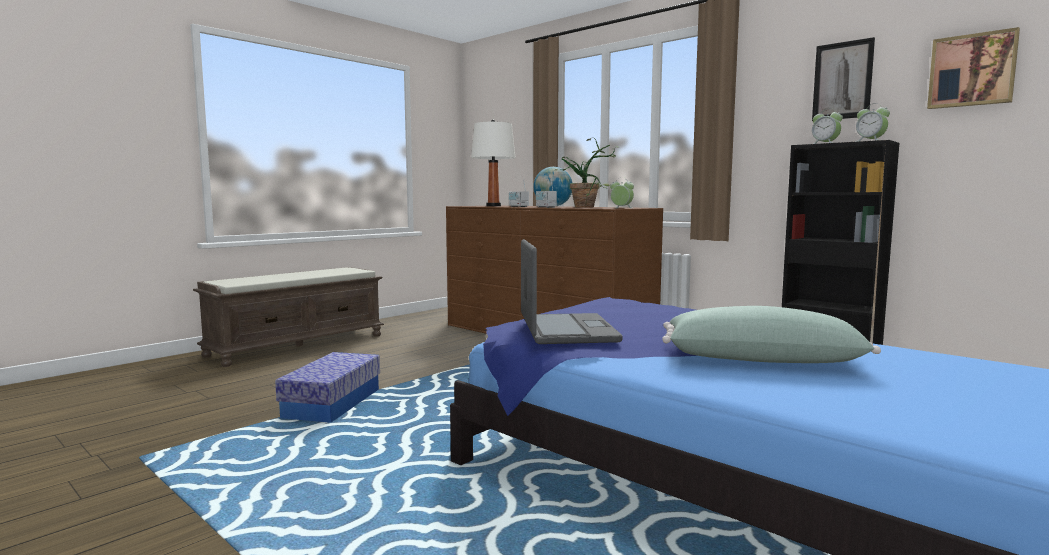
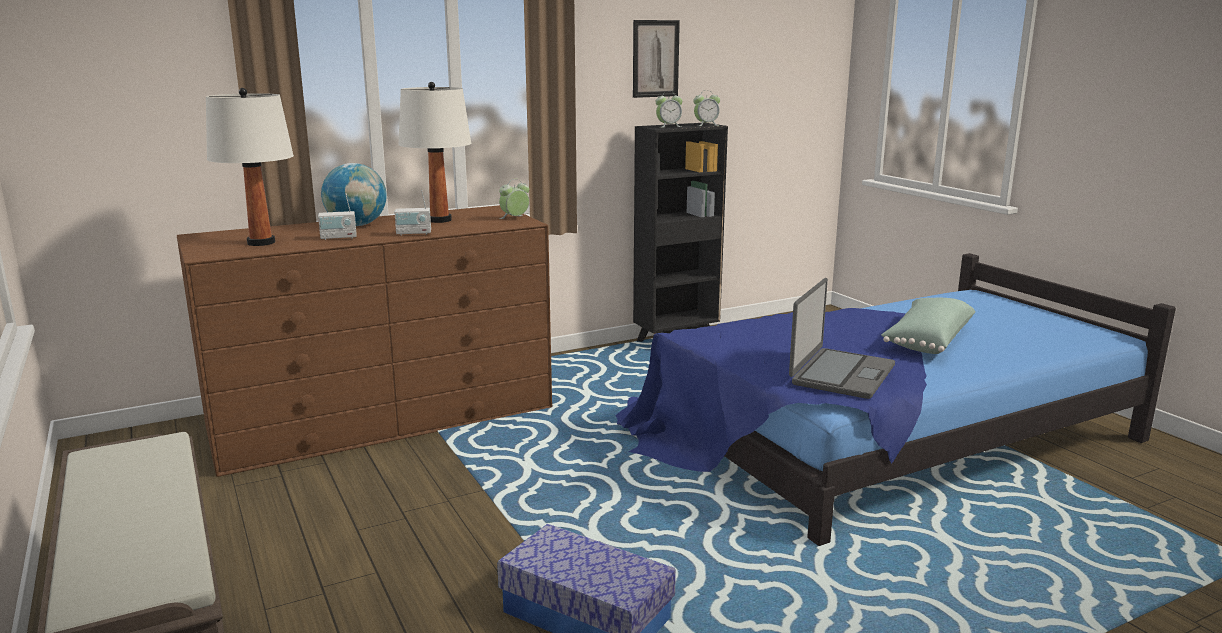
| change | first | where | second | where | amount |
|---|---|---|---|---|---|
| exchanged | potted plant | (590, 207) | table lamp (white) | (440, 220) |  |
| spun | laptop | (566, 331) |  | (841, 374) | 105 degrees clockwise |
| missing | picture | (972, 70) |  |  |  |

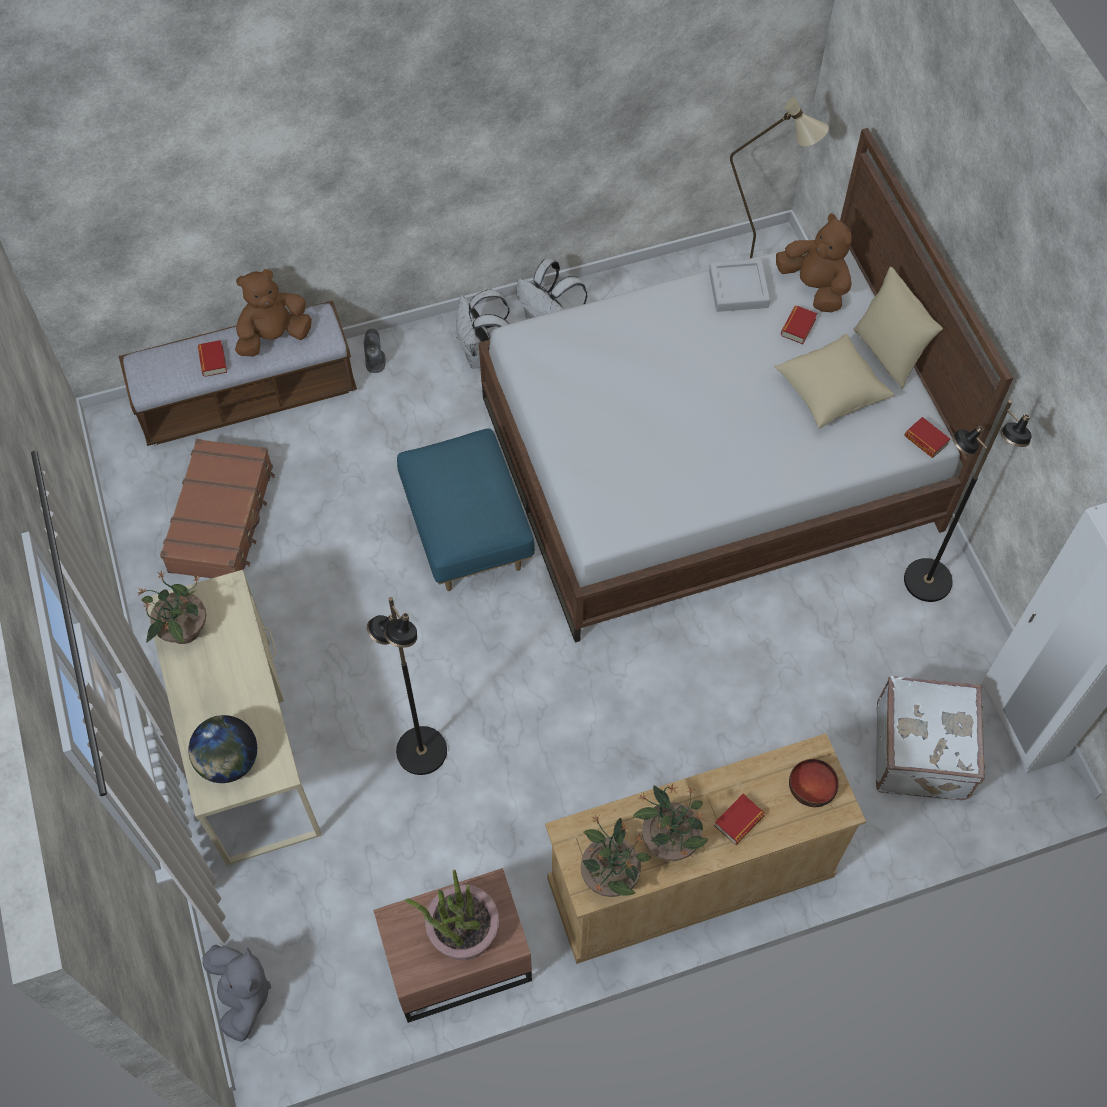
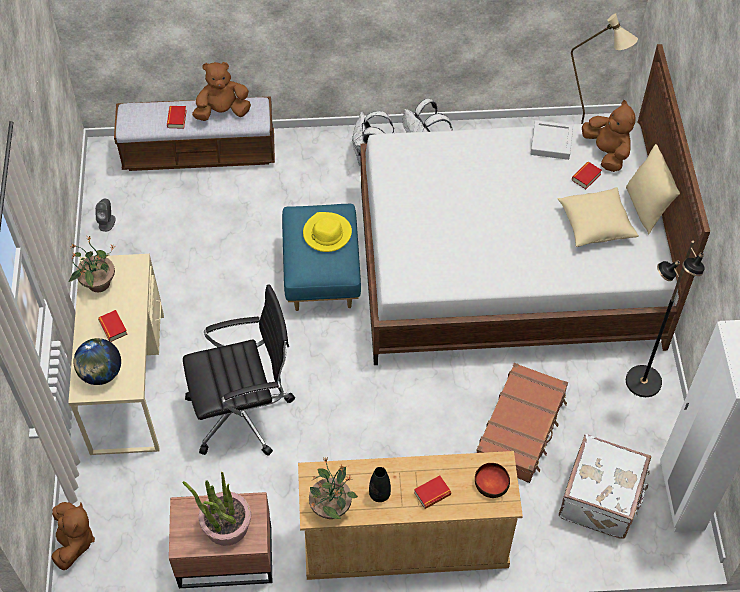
| change | first | where | second | where | amount |
|---|---|---|---|---|---|
| colour | plush toy (grey) | (242, 996) | plush toy (brown) | (74, 542) |  |
| relocated | speaker (grey) | (375, 360) |  | (107, 222) |  |
| relocated | book | (926, 440) |  | (113, 328) |  |
| exchanged | floor lamp (black) | (420, 752) | office chair (black) | (243, 412) |  |
| appeared |  |  | hat (yellow) | (326, 234) |  |
| exchanged | potted plant | (669, 839) | vase (black) | (379, 494) |  |
| relocated | suitcase (brown) | (222, 518) |  | (521, 428) |  |

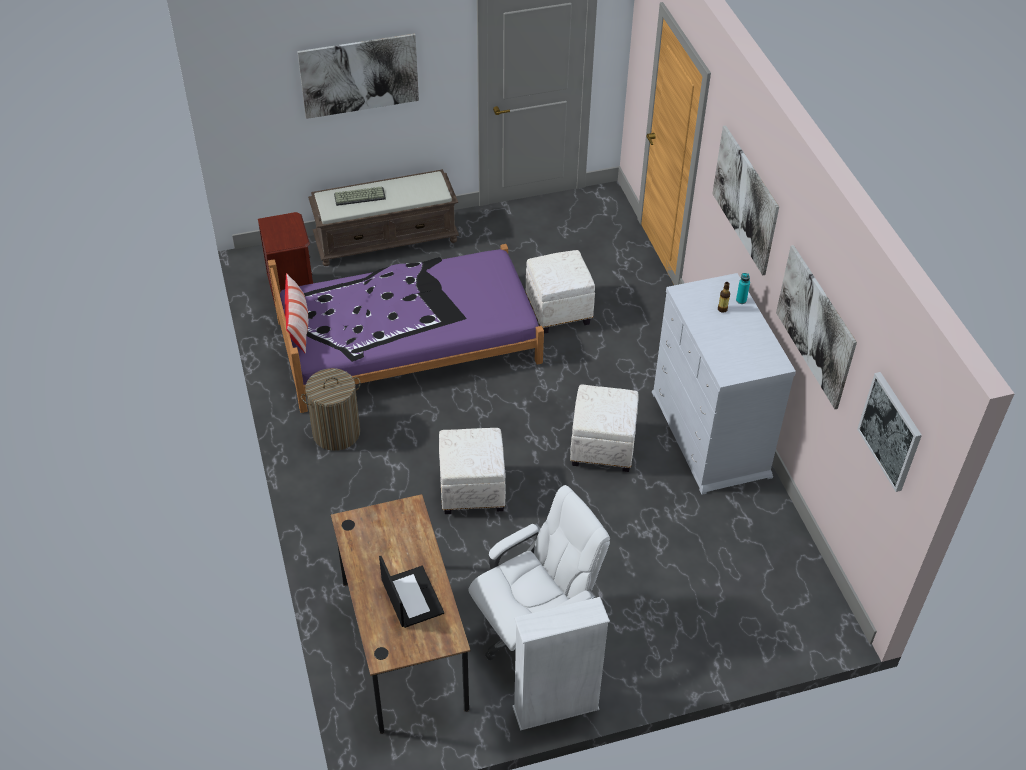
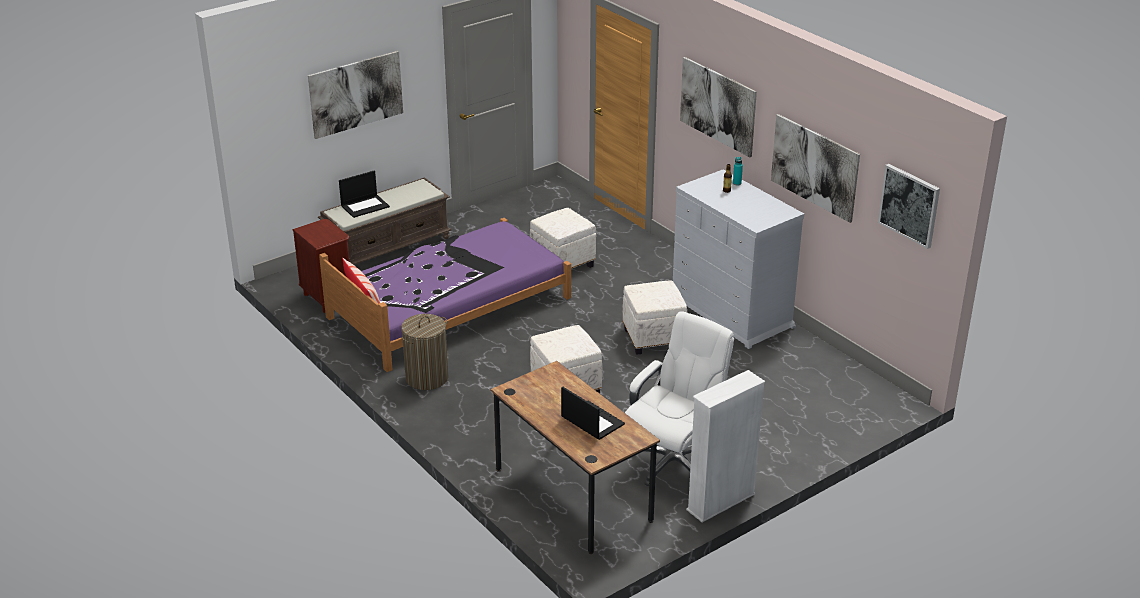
| change | first | where | second | where | amount |
|---|---|---|---|---|---|
| exchanged | keyboard | (360, 196) | laptop | (365, 206) |  |

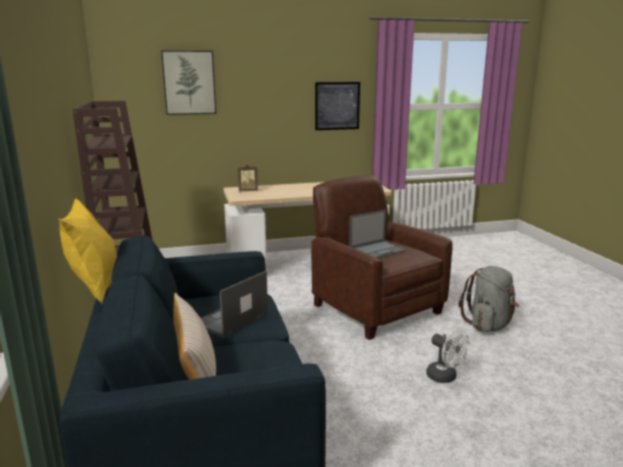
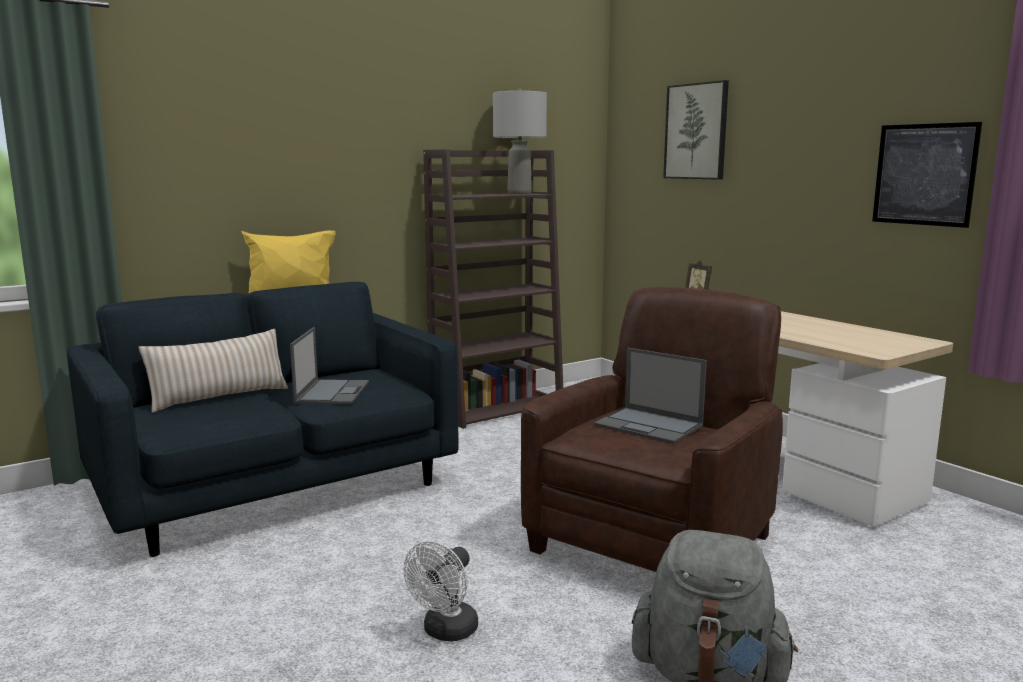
| change | first | where | second | where | amount |
|---|---|---|---|---|---|
| spun | laptop | (229, 320) |  | (332, 392) | 75 degrees clockwise |
| appeared |  |  | table lamp (grey) | (519, 193) |  |

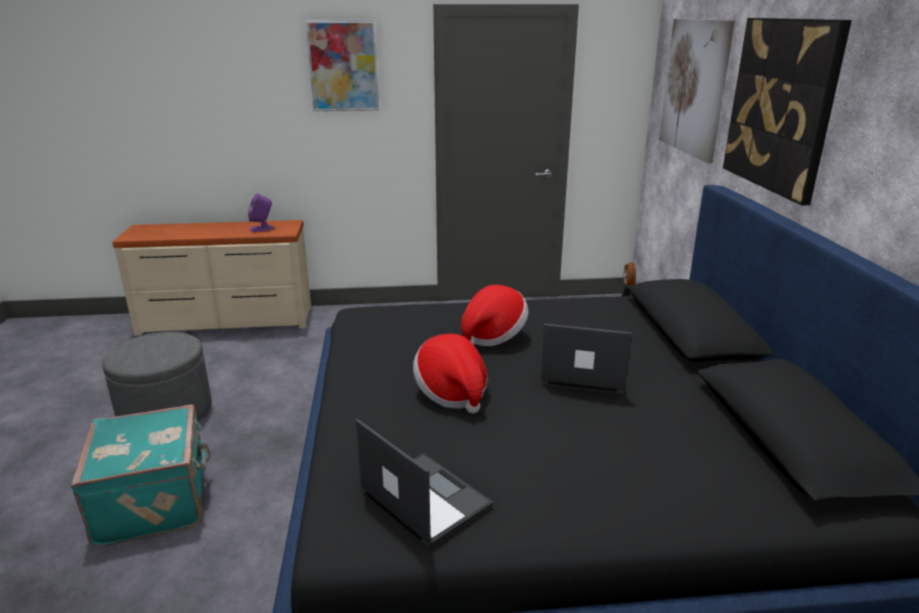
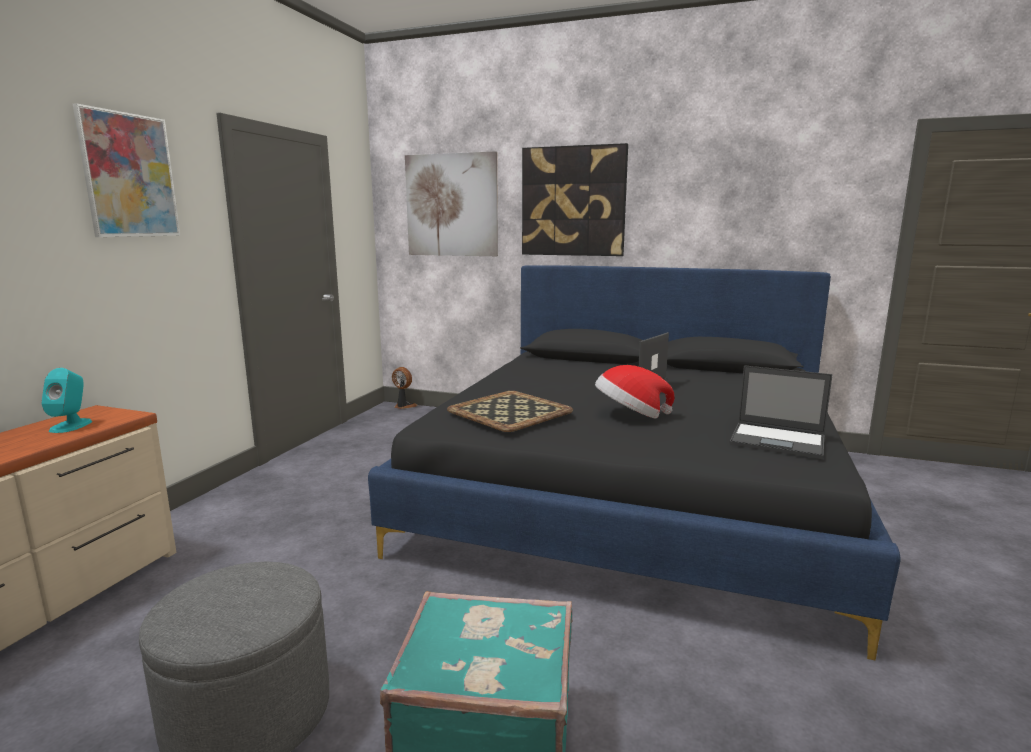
| change | first | where | second | where | amount |
|---|---|---|---|---|---|
| colour | speaker (purple) | (262, 228) | speaker (turquoise) | (71, 426) |  |
| appeared |  |  | tray | (510, 411) |  |
| spun | laptop | (423, 498) |  | (778, 441) | 135 degrees counterclockwise |
| missing | hat | (493, 335) |  |  |  |

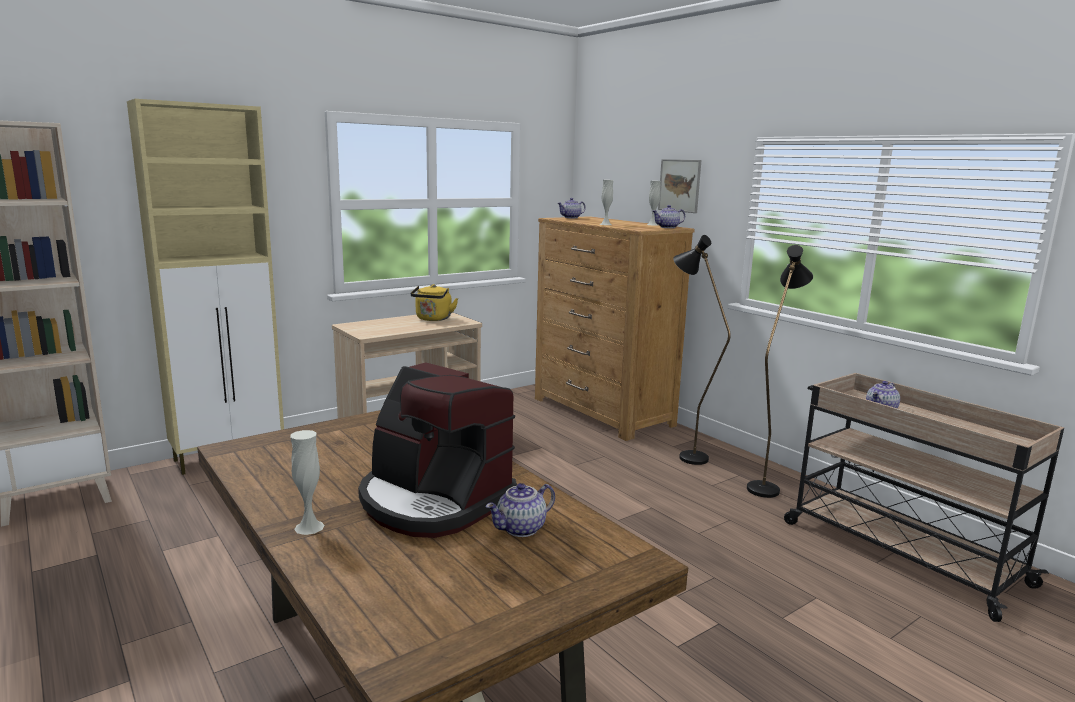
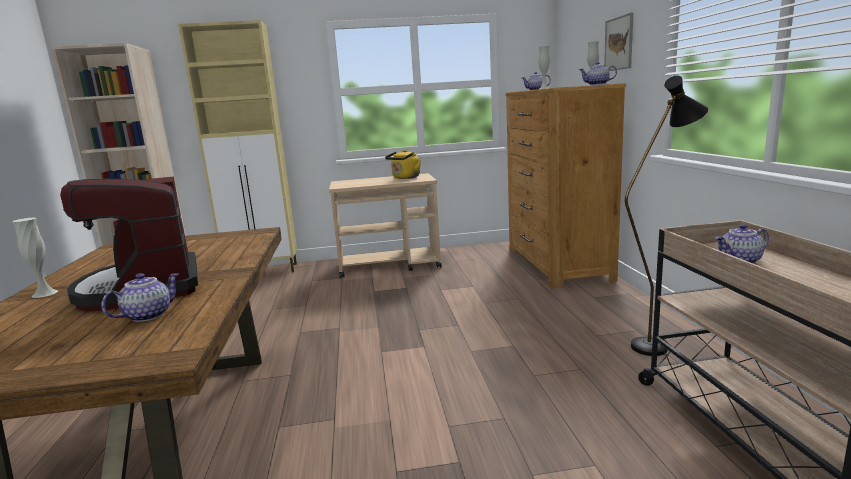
| change | first | where | second | where | amount |
|---|---|---|---|---|---|
| spun | teapot | (521, 529) |  | (148, 315) | 135 degrees clockwise |
| missing | floor lamp (black) | (685, 455) |  |  |  |

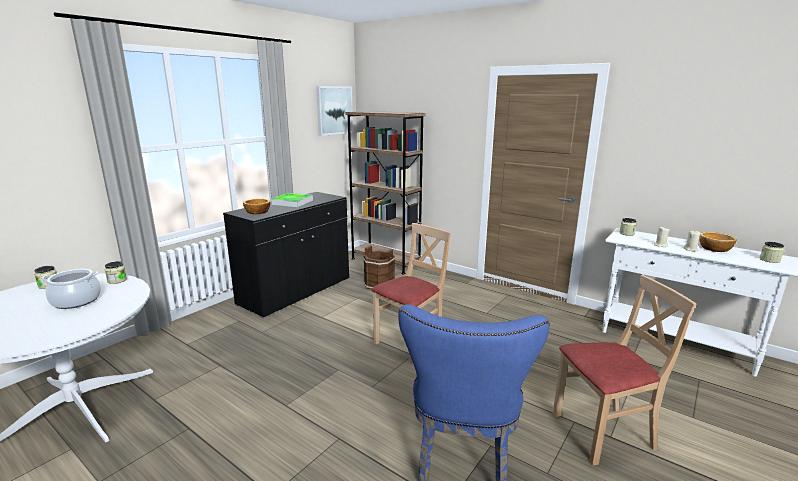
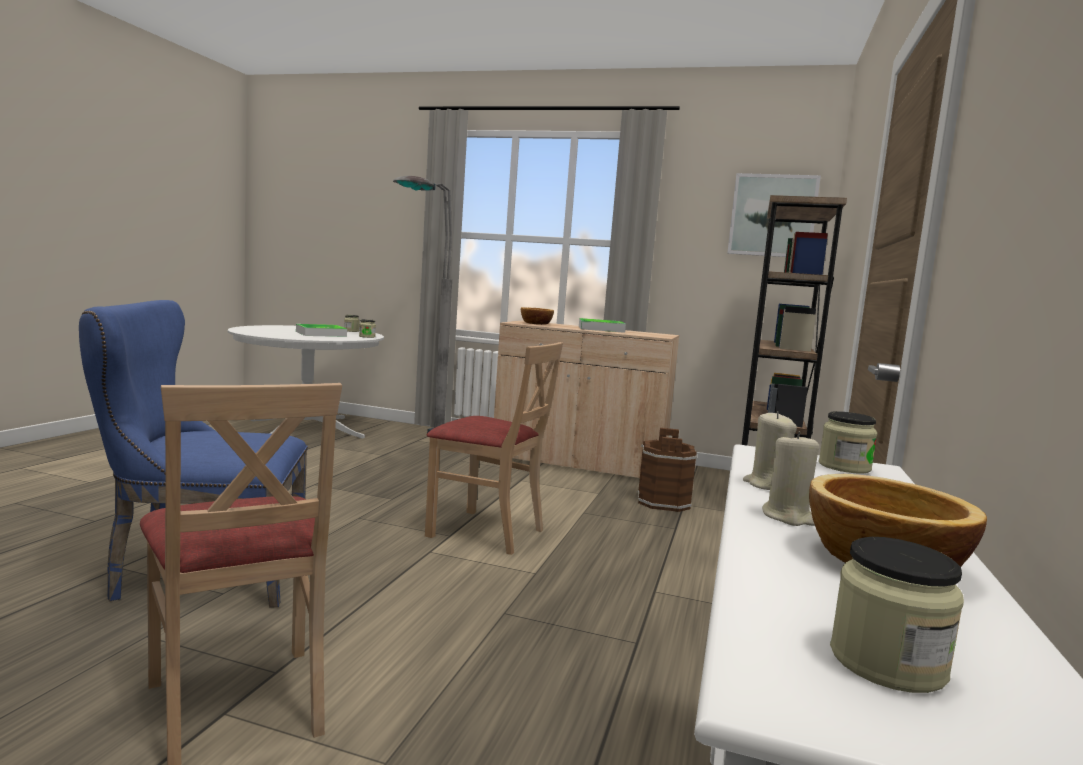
| change | first | where | second | where | amount |
|---|---|---|---|---|---|
| exchanged | cooking pot | (76, 301) | tray | (321, 334) |  |
| appeared |  |  | floor lamp (grey) | (413, 440) |  |
| colour | cabinet (black) | (296, 292) | cabinet (beige) | (579, 463) |  |

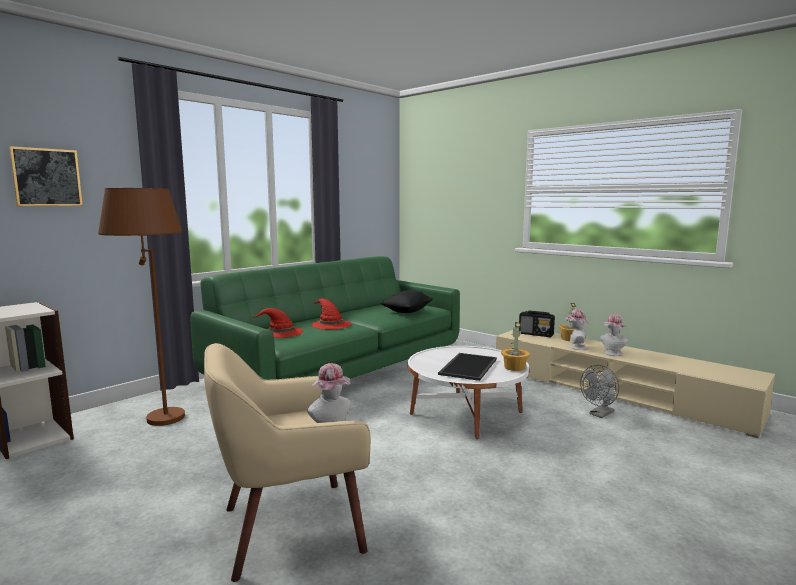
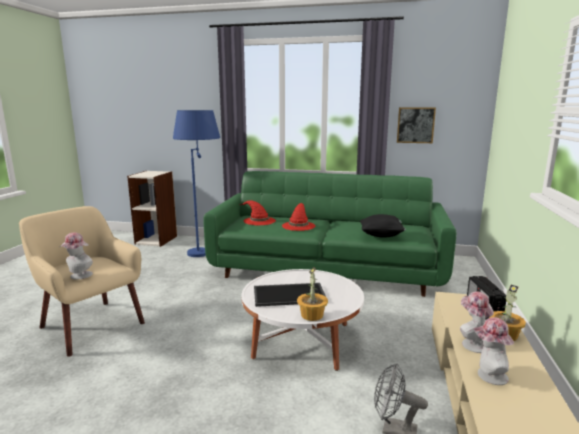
| change | first | where | second | where | amount |
|---|---|---|---|---|---|
| colour | floor lamp (brown) | (157, 412) | floor lamp (blue) | (203, 249) |  |
| relocated | picture | (46, 177) |  | (415, 125) |  |

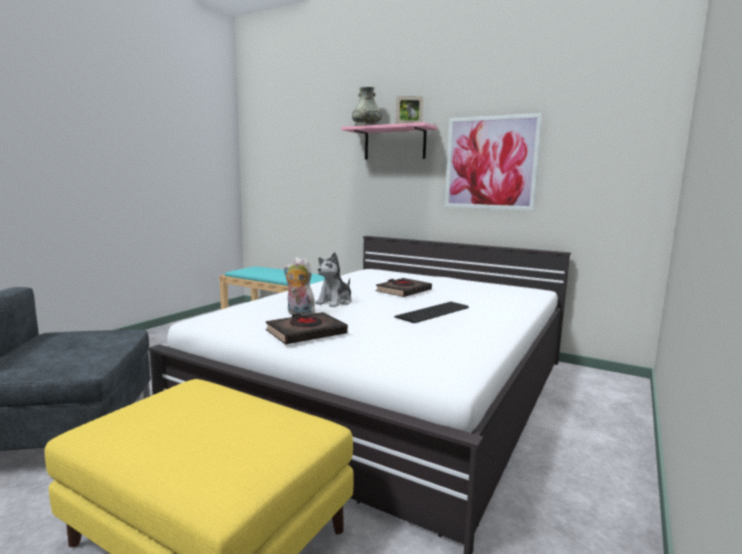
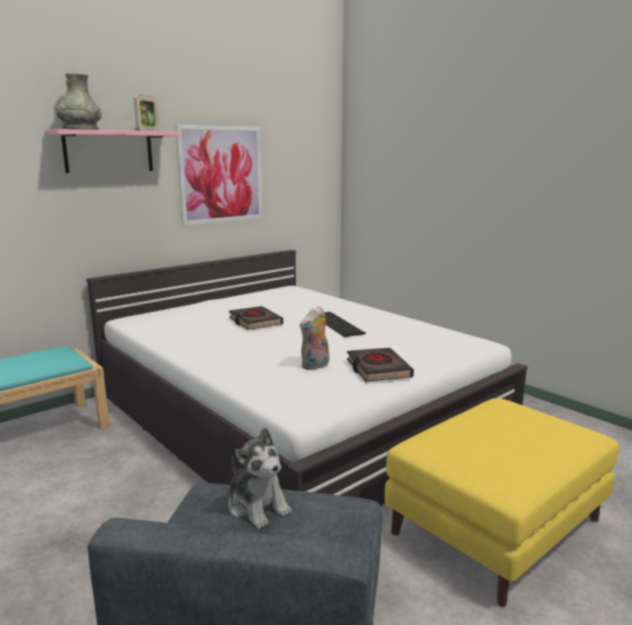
| change | first | where | second | where | amount |
|---|---|---|---|---|---|
| relocated | plush toy | (335, 302) |  | (257, 506) |  |

